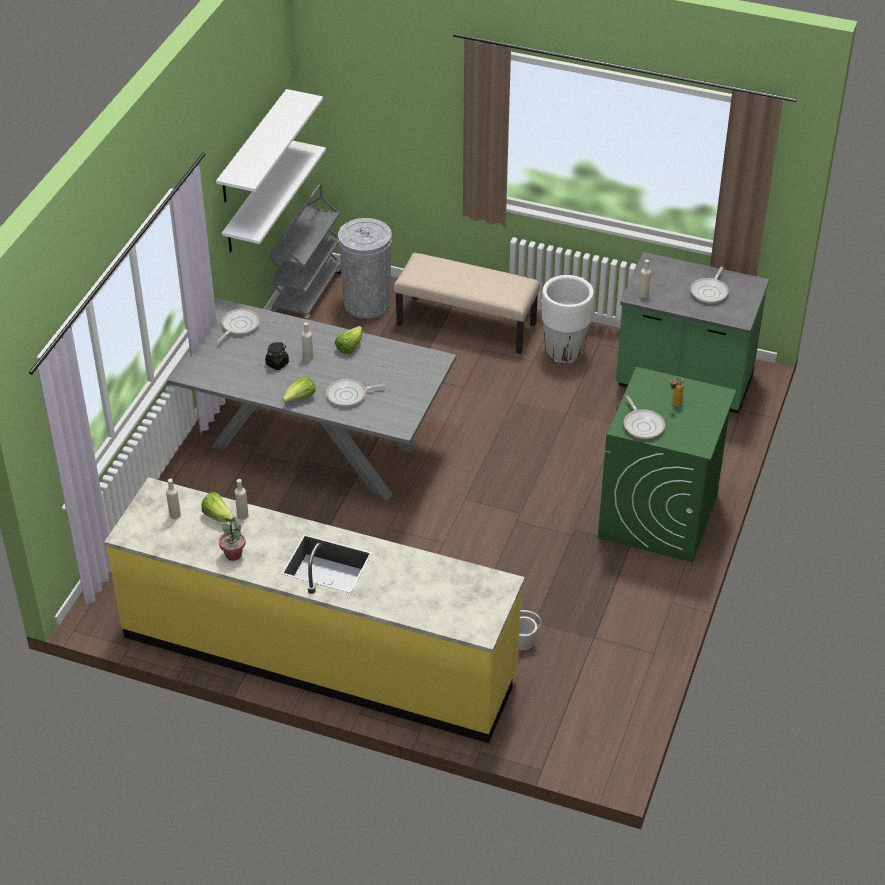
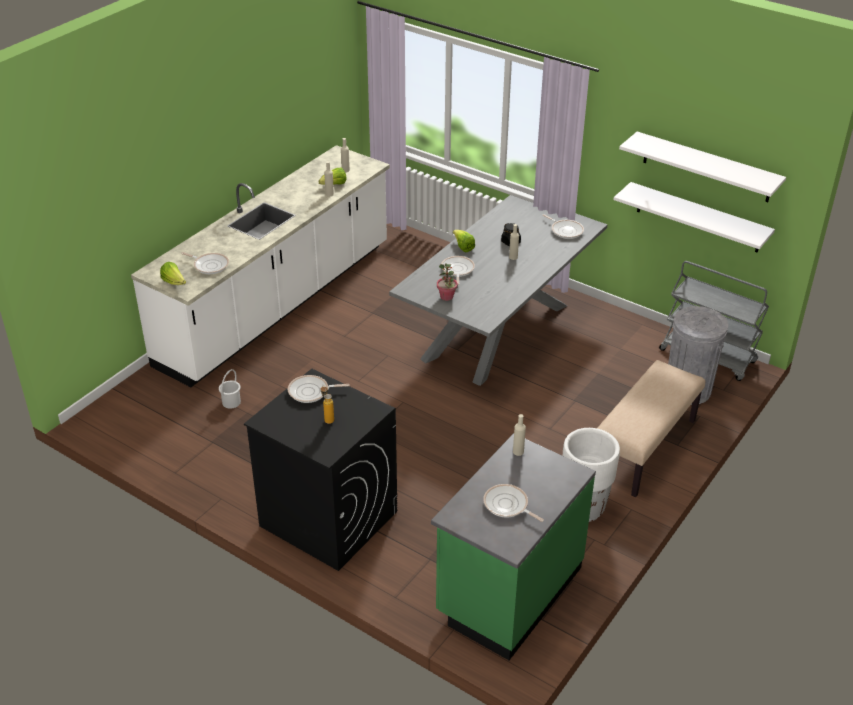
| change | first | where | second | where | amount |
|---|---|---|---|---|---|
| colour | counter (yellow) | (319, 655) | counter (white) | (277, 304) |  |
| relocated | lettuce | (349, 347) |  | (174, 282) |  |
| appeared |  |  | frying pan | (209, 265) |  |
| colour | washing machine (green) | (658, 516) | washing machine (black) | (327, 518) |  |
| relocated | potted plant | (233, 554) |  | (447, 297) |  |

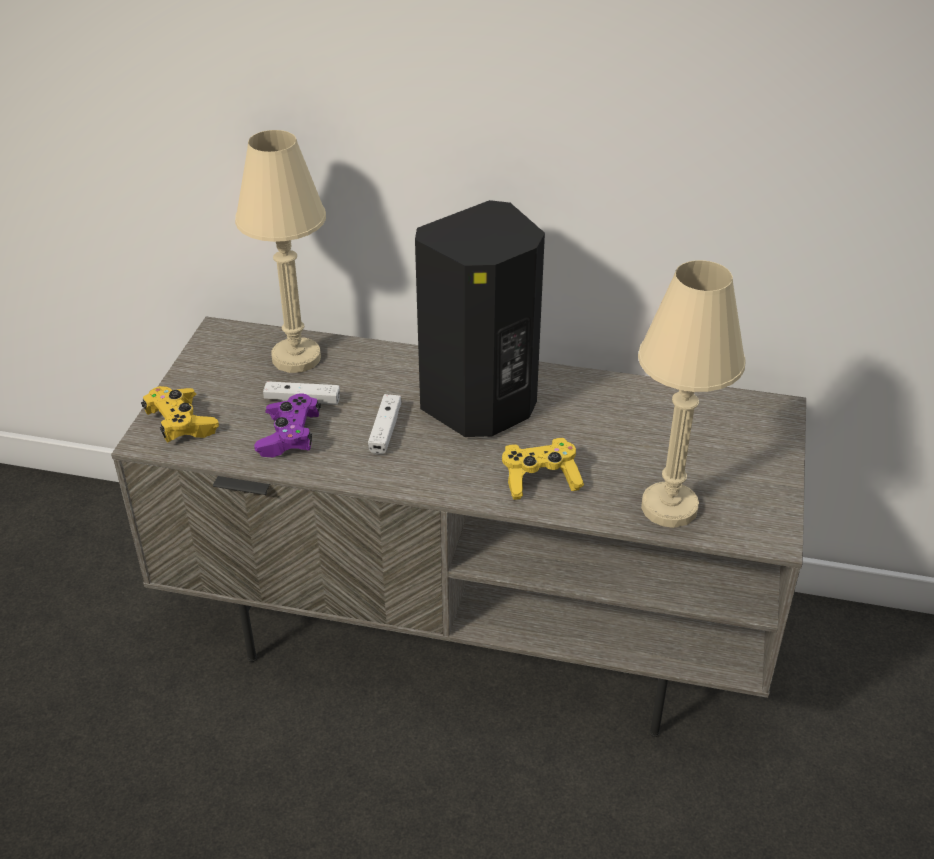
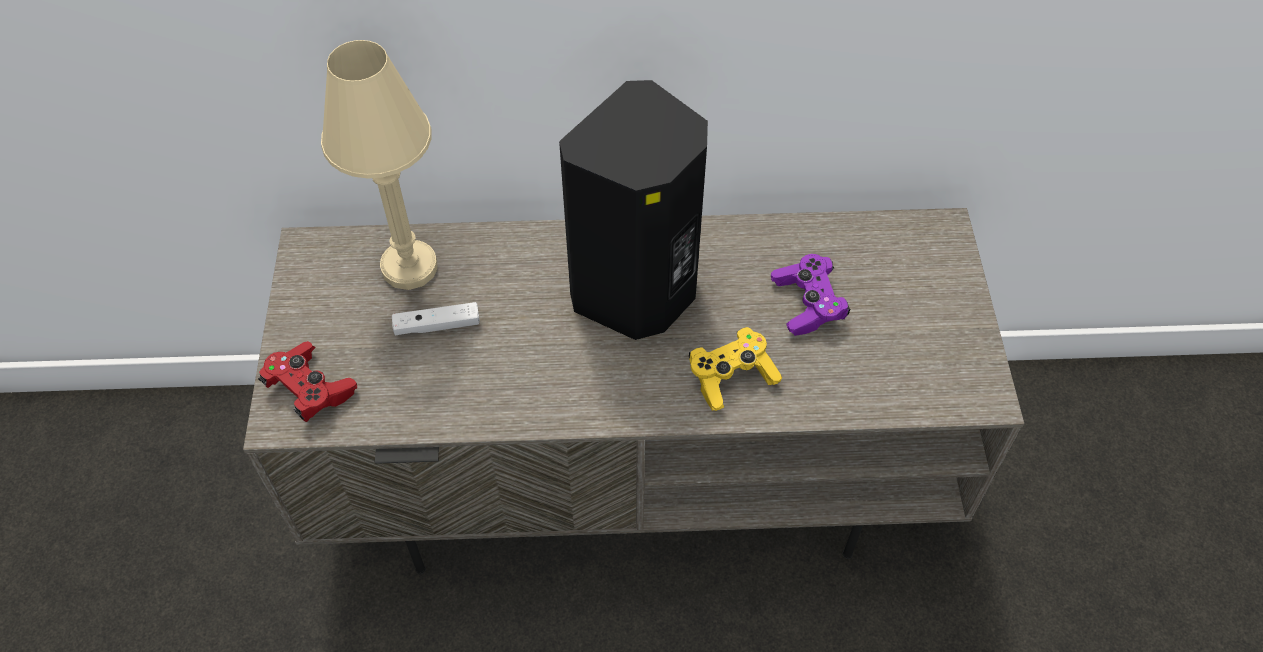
| change | first | where | second | where | amount |
|---|---|---|---|---|---|
| colour | game controller (yellow) | (181, 424) | game controller (red) | (310, 389) |  |
| relocated | game controller (purple) | (289, 436) |  | (808, 304) |  |
| missing | game controller (white) | (385, 430) |  |  |  |
| missing | table lamp (beige) | (669, 507) |  |  |  |

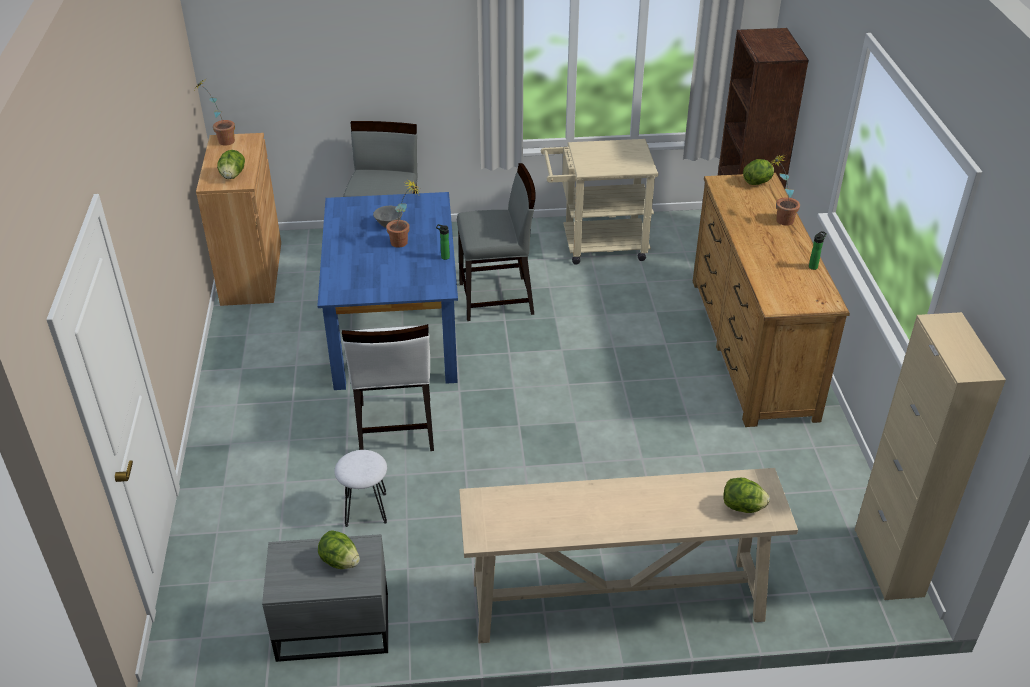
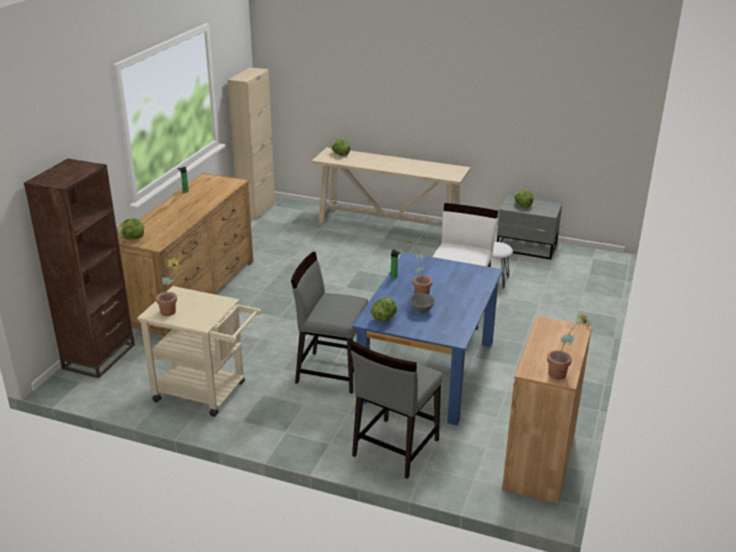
| change | first | where | second | where | amount |
|---|---|---|---|---|---|
| relocated | potted plant | (779, 220) |  | (171, 313) |  |
| relocated | lettuce | (232, 176) |  | (384, 318) |  |

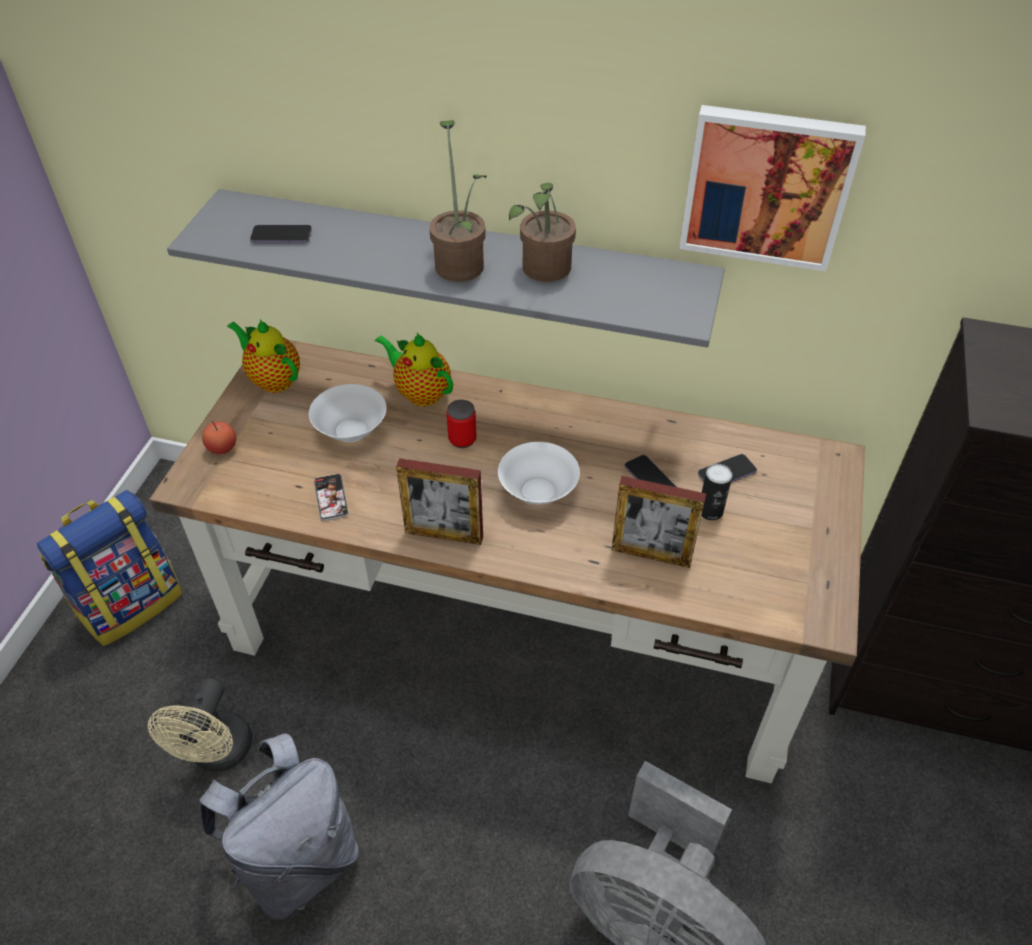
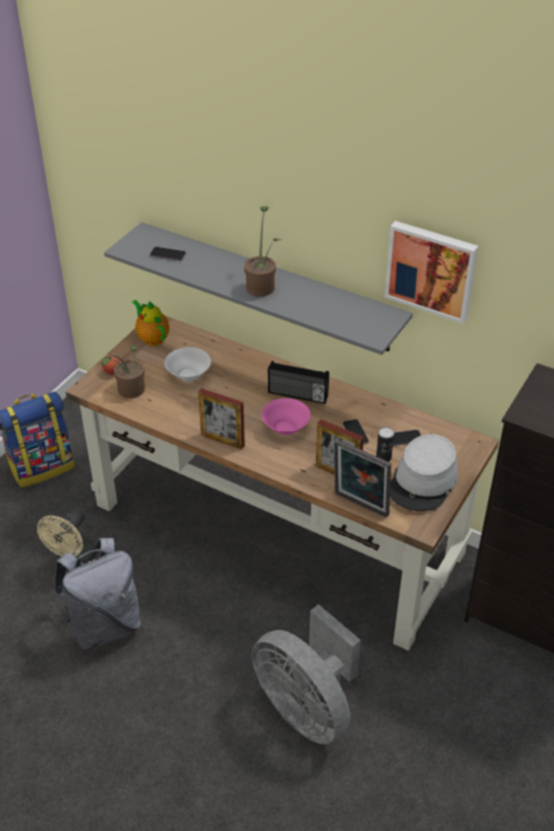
| change | first | where | second | where | amount |
|---|---|---|---|---|---|
| relocated | potted plant | (543, 271) |  | (128, 391) |  |
| colour | bowl (white) | (538, 491) | bowl (pink) | (286, 428) |  |
| appeared |  |  | radio | (297, 395) |  |
| appeared |  |  | picture frame | (359, 506) |  |
| appeared |  |  | hat (grey) | (423, 482) |  |
| missing | phone | (331, 498) |  |  |  |
| missing | teapot | (420, 392) |  |  |  |
| missing | can | (462, 439) |  |  |  |

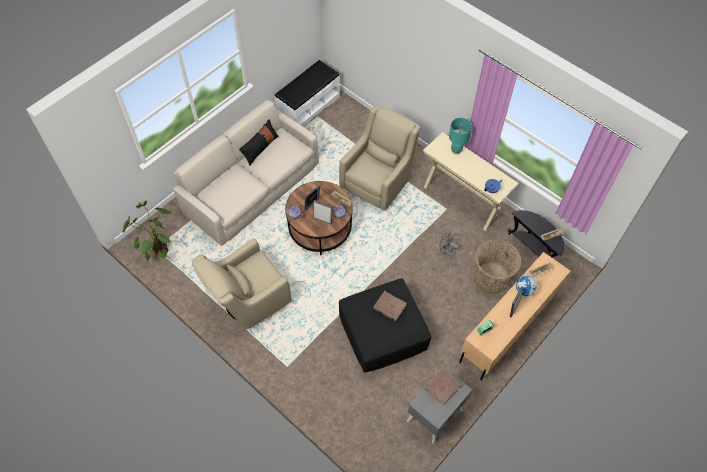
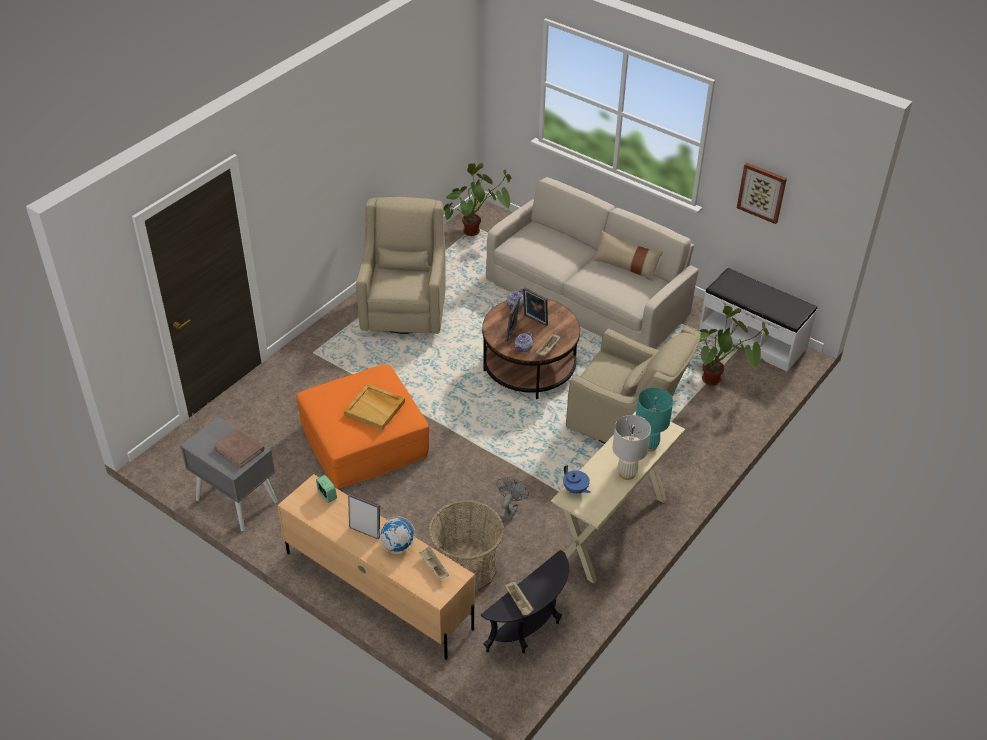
| change | first | where | second | where | amount |
|---|---|---|---|---|---|
| colour | ottoman (black) | (383, 332) | ottoman (orange) | (363, 441) |  |
| exchanged | book (brown) | (389, 307) | tray (beige) | (375, 408) |  |
| spun | armchair (beige) | (247, 301) |  | (405, 310) | 45 degrees clockwise |
| colour | pillow (black) | (260, 148) | pillow (beige) | (626, 267) |  |
| appeared |  |  | table lamp (white) | (627, 473) |  |
| appeared |  |  | potted plant | (718, 376) |  |
| appeared |  |  | picture | (762, 192) |  |

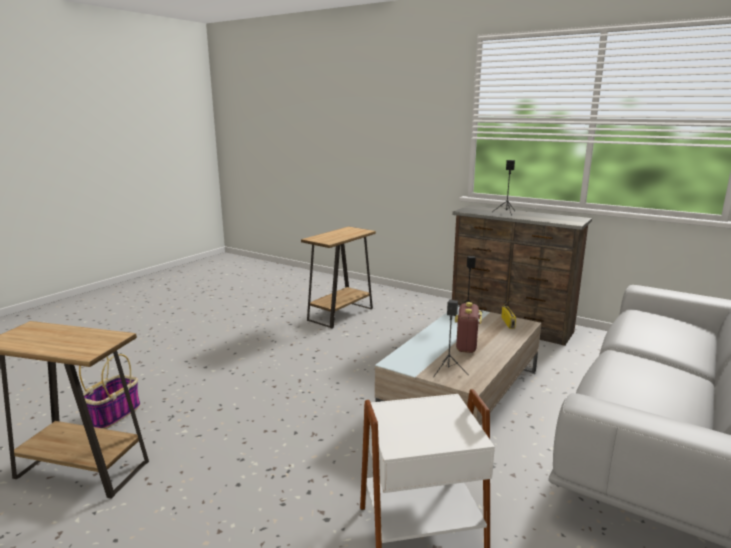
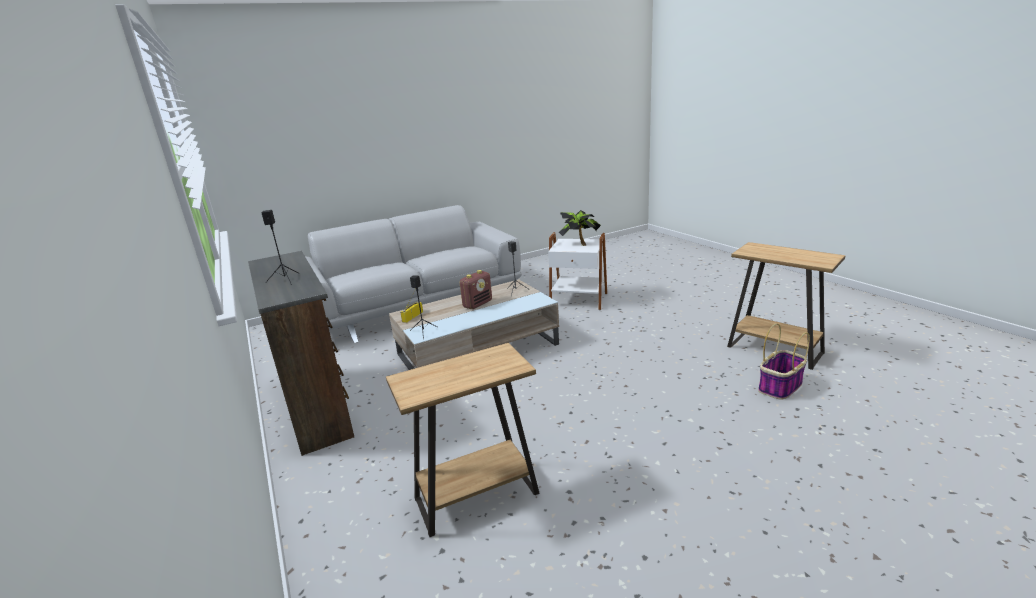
| change | first | where | second | where | amount |
|---|---|---|---|---|---|
| appeared |  |  | potted plant | (579, 244) |  |

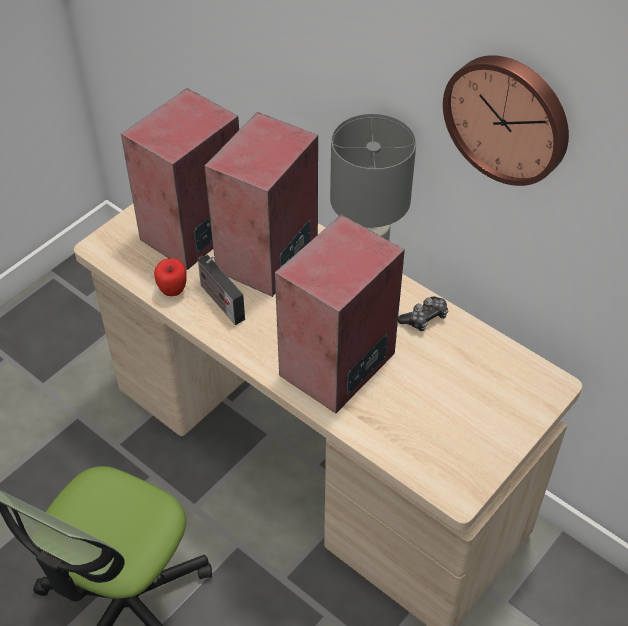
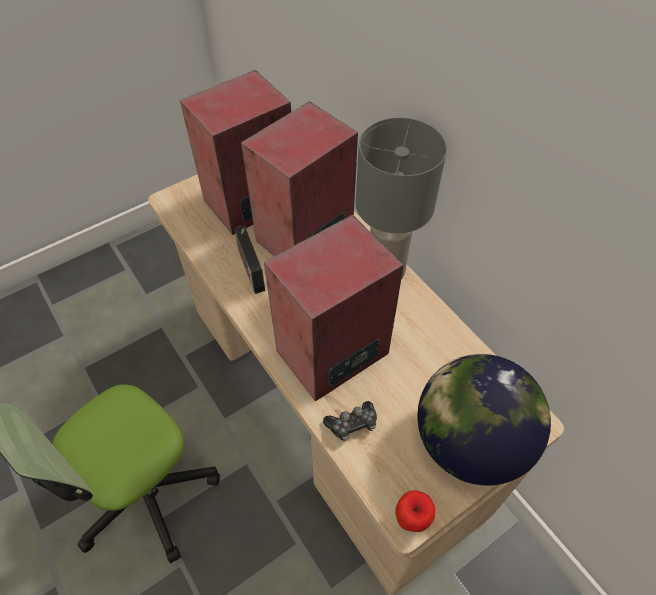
| change | first | where | second | where | amount |
|---|---|---|---|---|---|
| relocated | game controller | (424, 318) |  | (352, 424) |  |
| relocated | apple | (173, 292) |  | (411, 519) |  |
| appeared |  |  | globe | (469, 441) |  |
| missing | wall clock | (508, 118) |  |  |  |

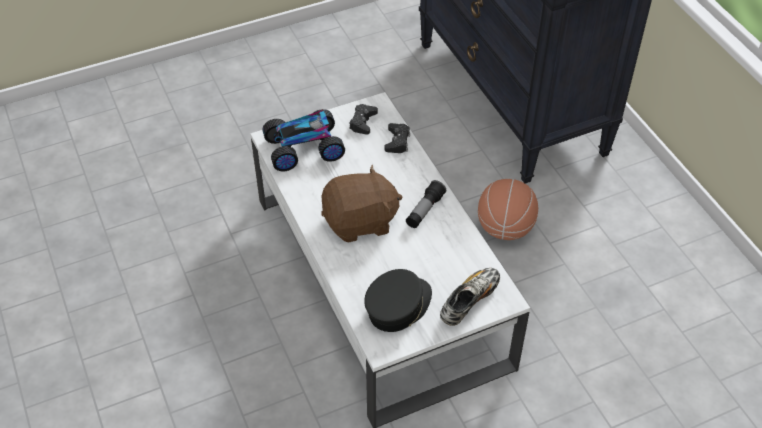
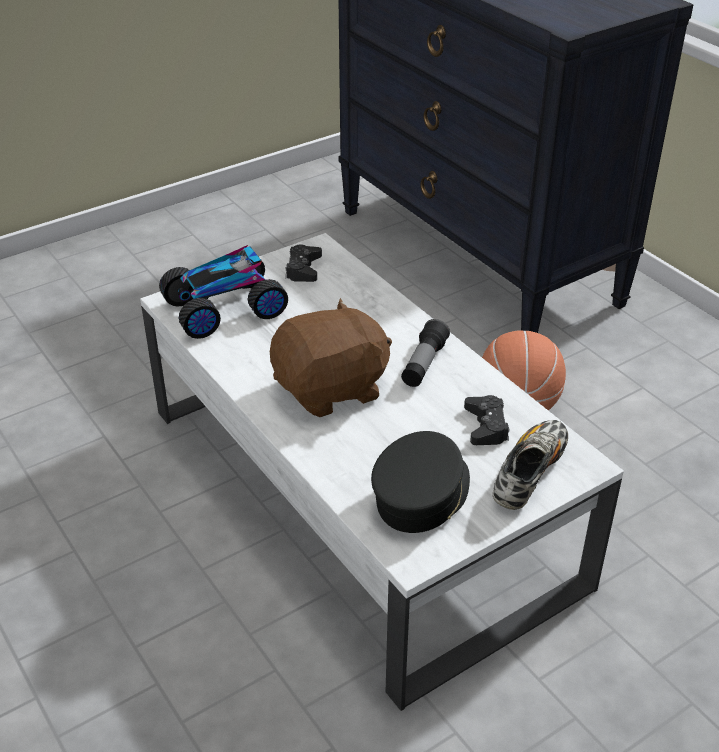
| change | first | where | second | where | amount |
|---|---|---|---|---|---|
| relocated | game controller (black) | (397, 141) |  | (486, 426) |  |

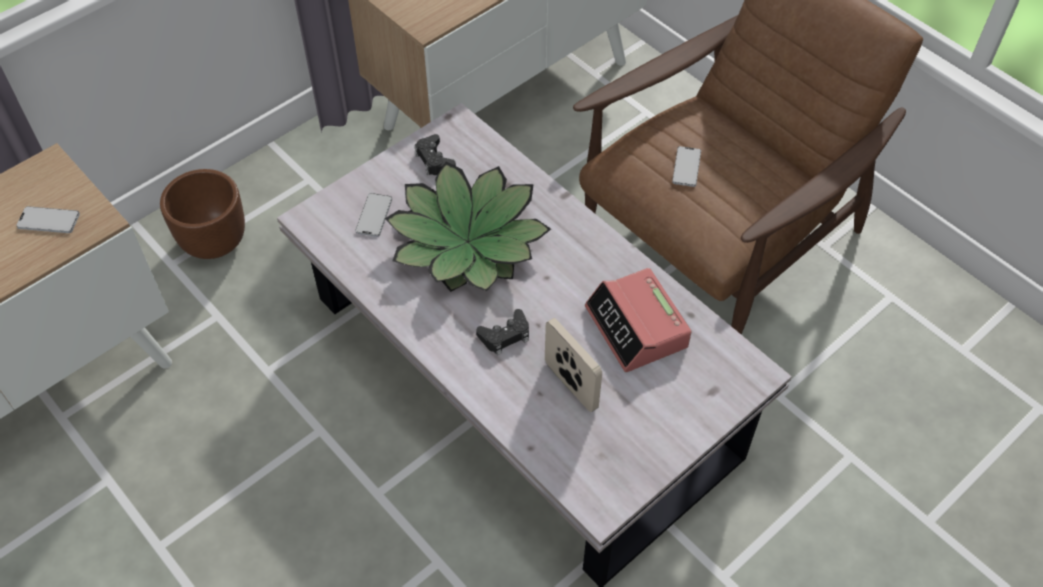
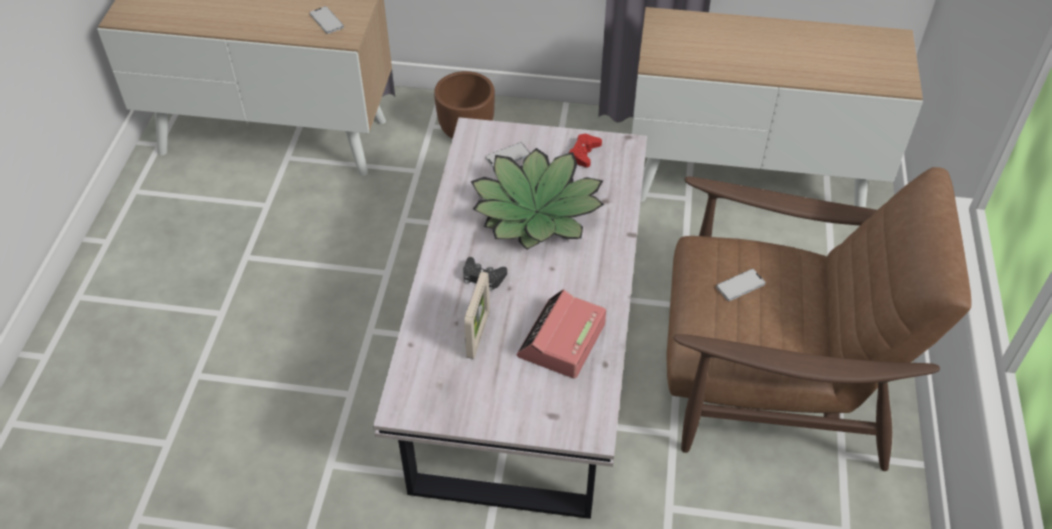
| change | first | where | second | where | amount |
|---|---|---|---|---|---|
| colour | game controller (black) | (434, 159) | game controller (red) | (584, 154) |  |

